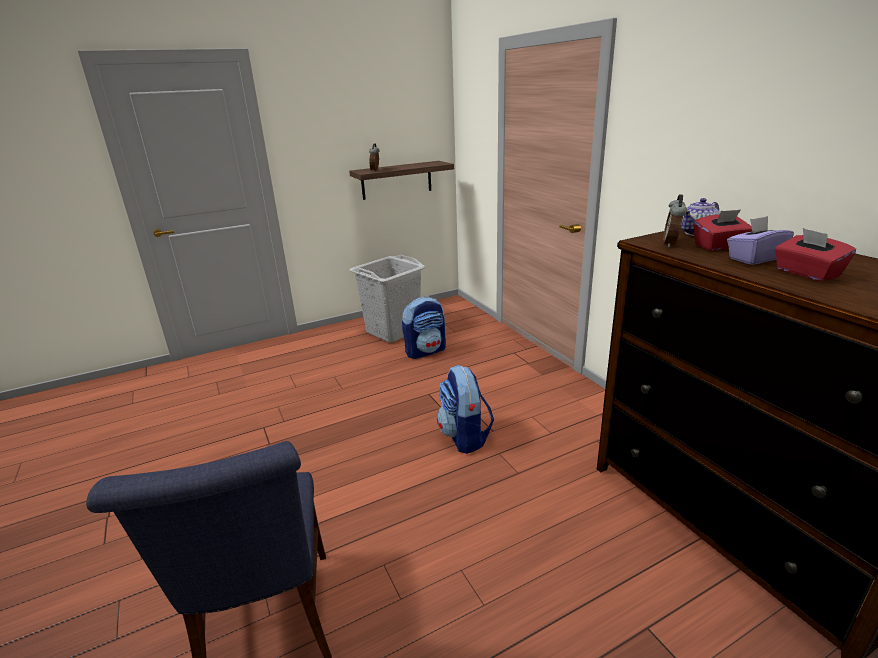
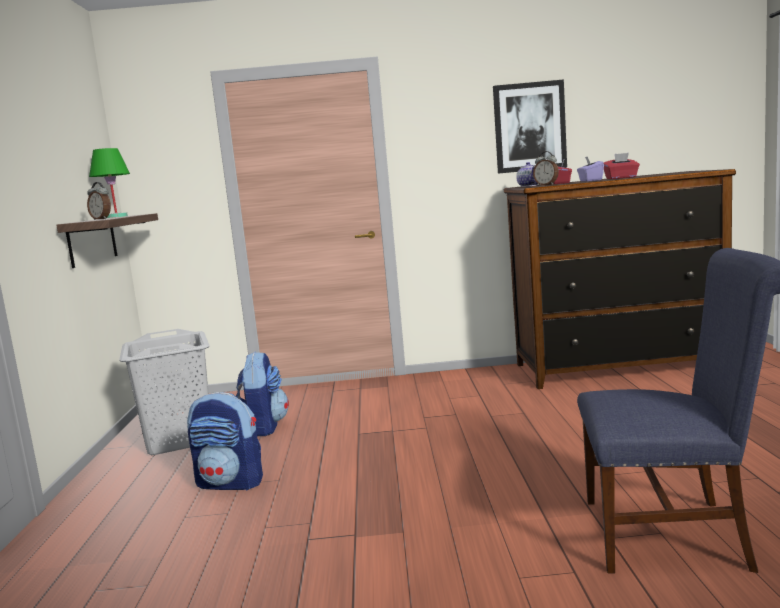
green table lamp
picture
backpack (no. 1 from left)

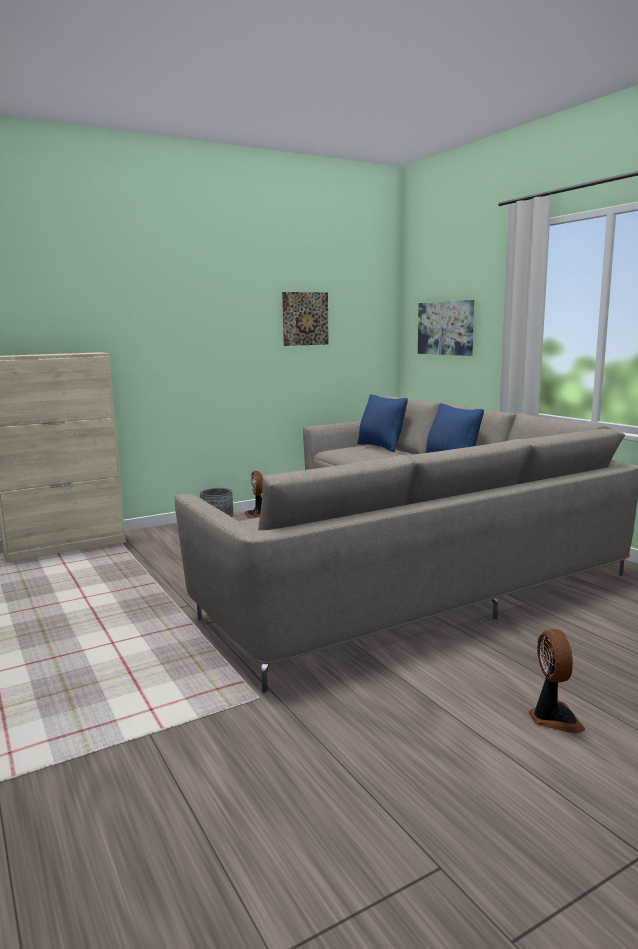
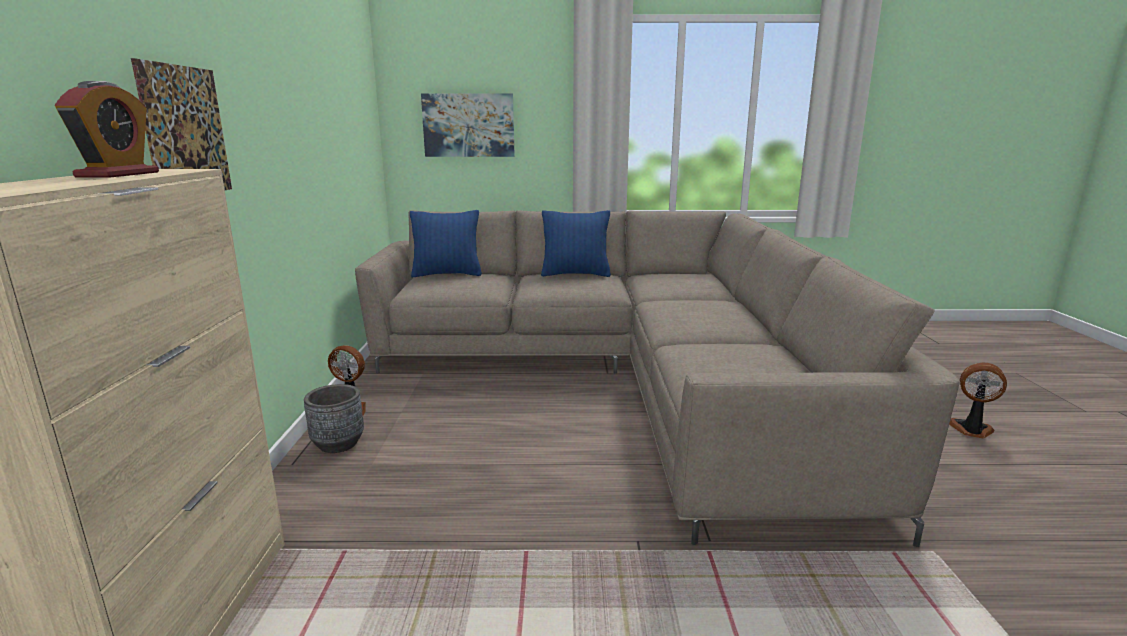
alarm clock
picture (no. 1 from left)

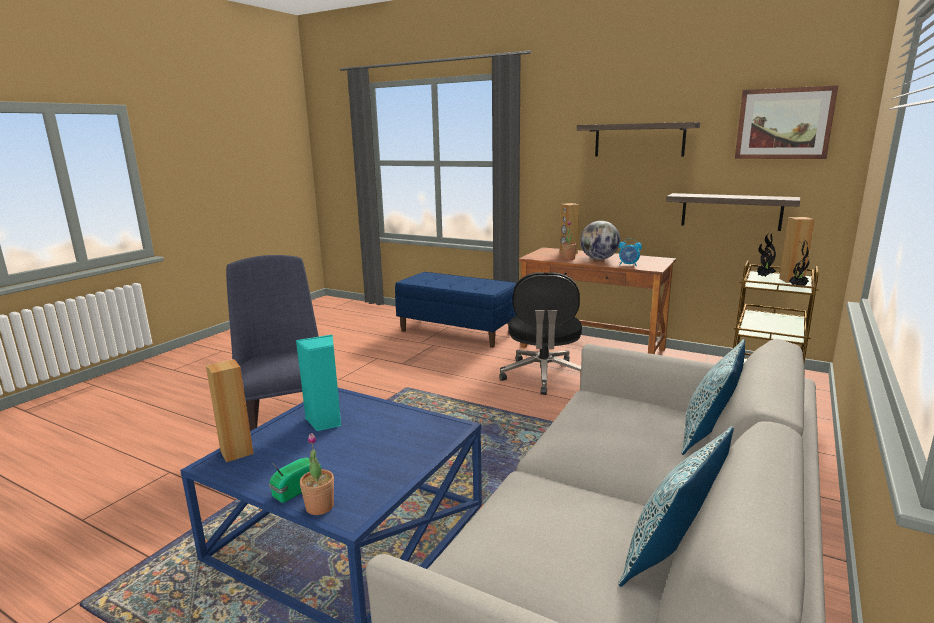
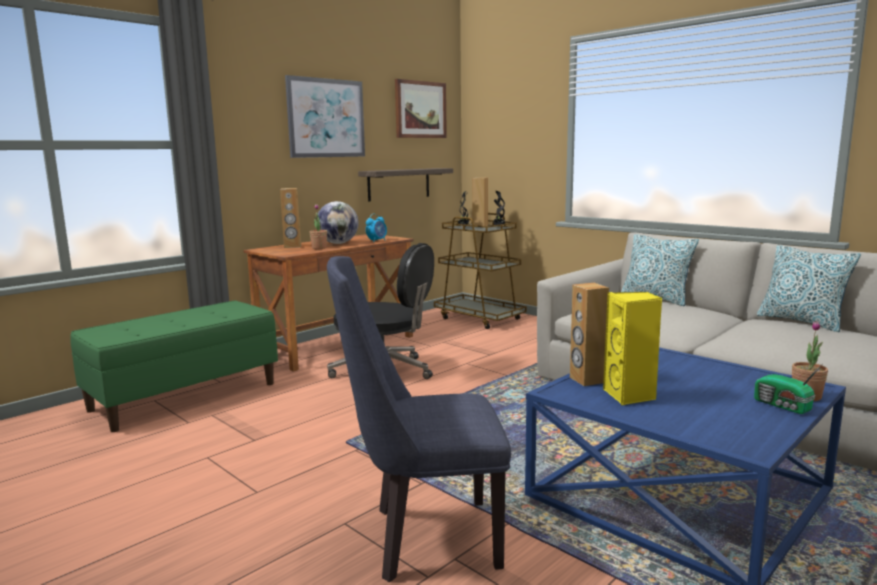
brown speaker (no. 3 from left)
picture (no. 1 from left)
yellow speaker
green bench

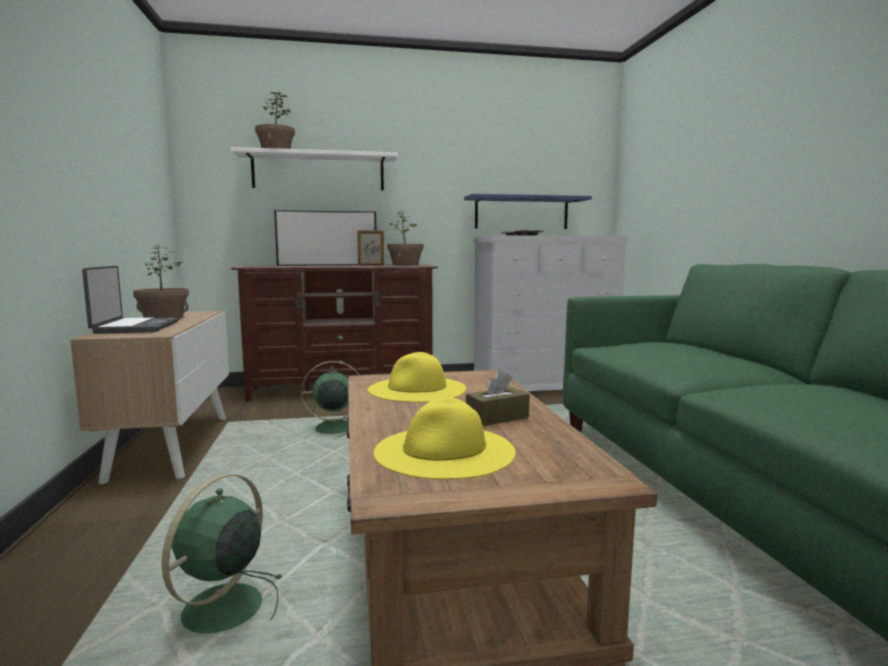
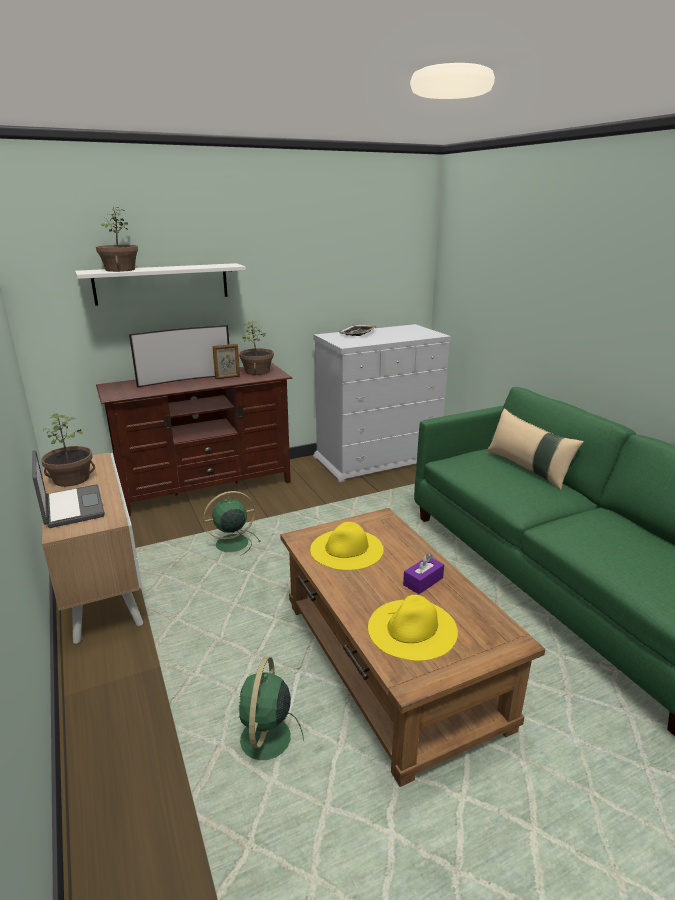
blue shelf
beige pillow
purple tissue box

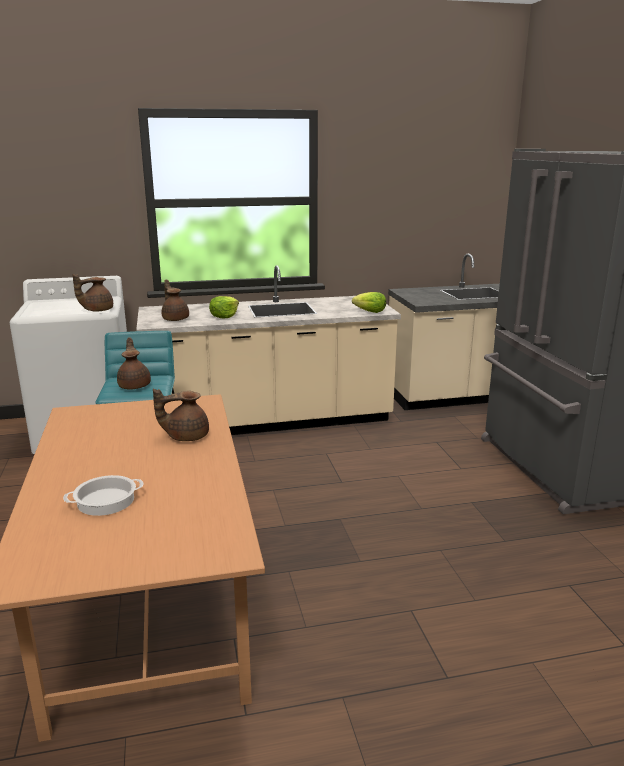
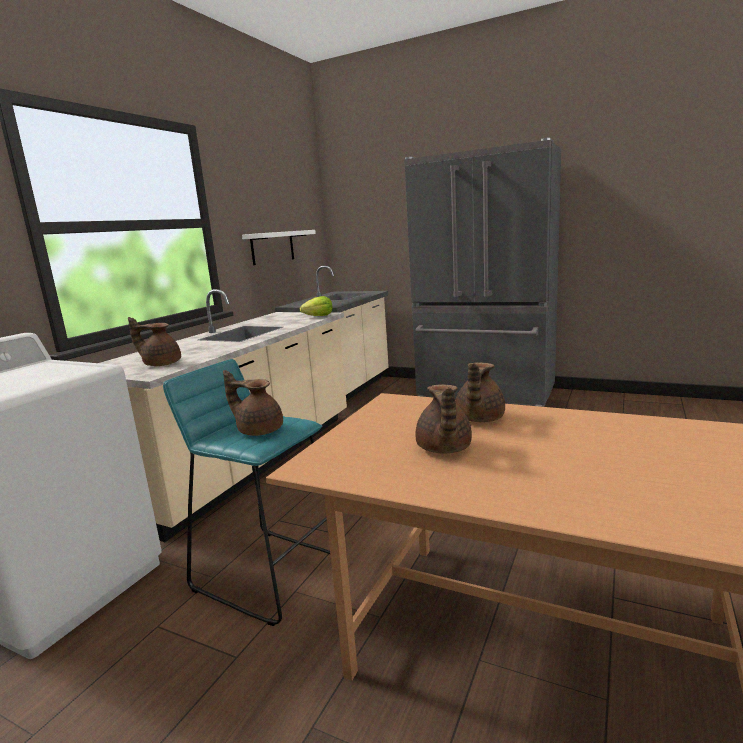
cooking pot
lettuce (no. 1 from left in the first image)
white shelf
brown teapot (no. 3 from left)

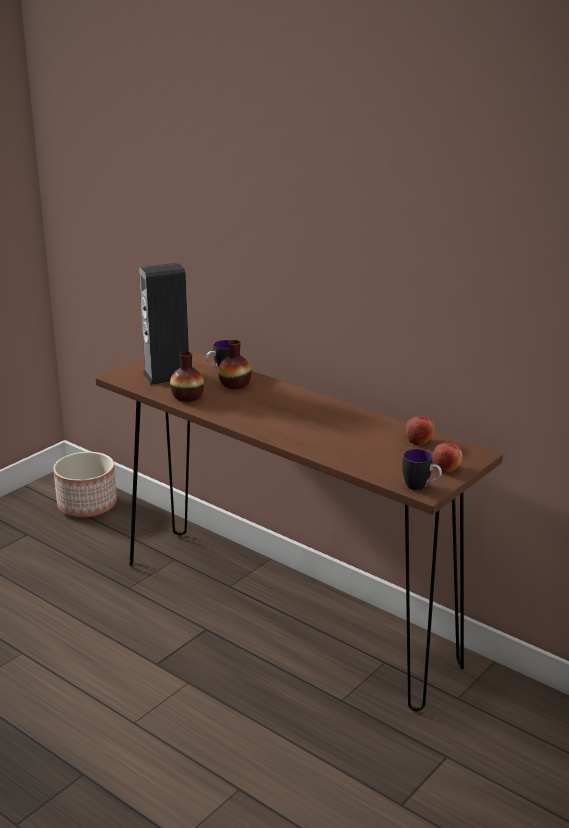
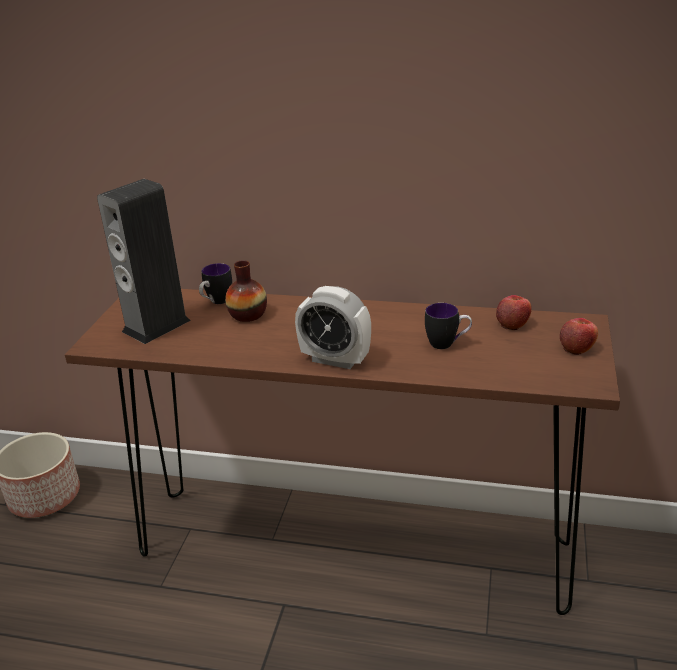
vase (no. 1 from left in the first image)
alarm clock
mug (no. 2 from left)

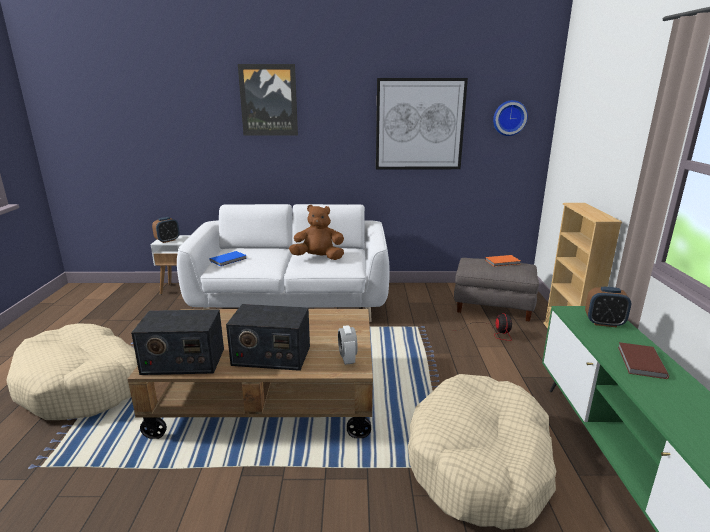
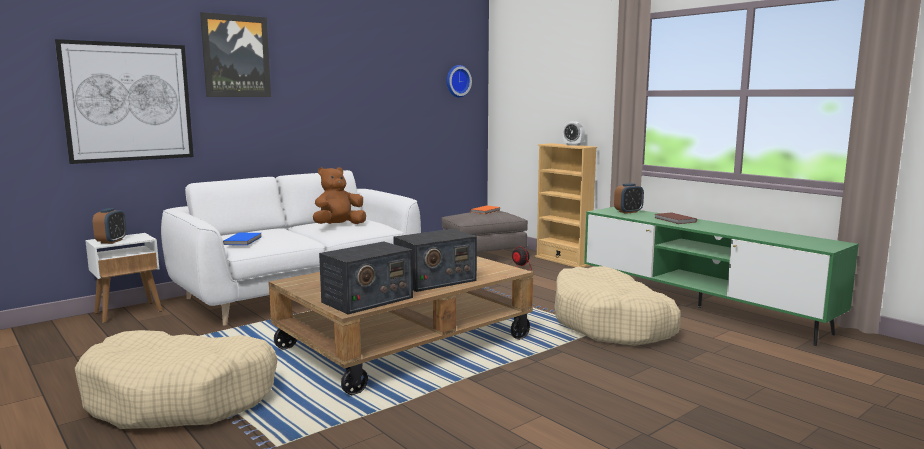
alarm clock (no. 2 from left)
picture (no. 1 from left)

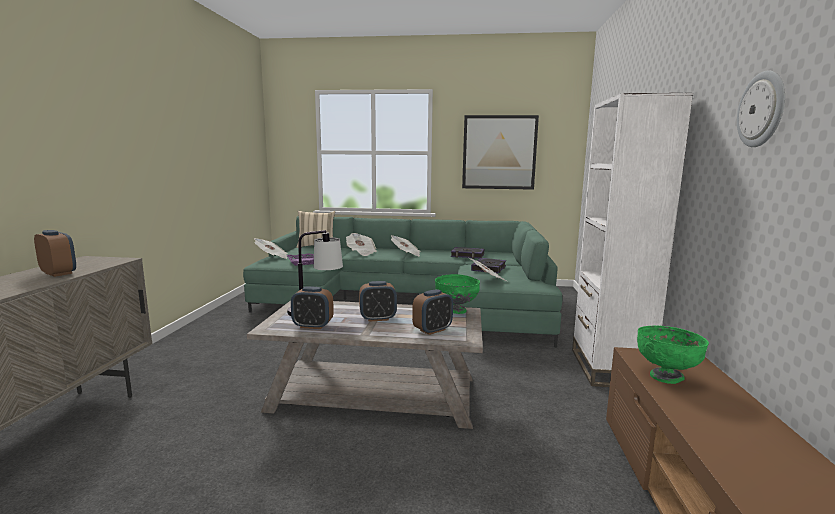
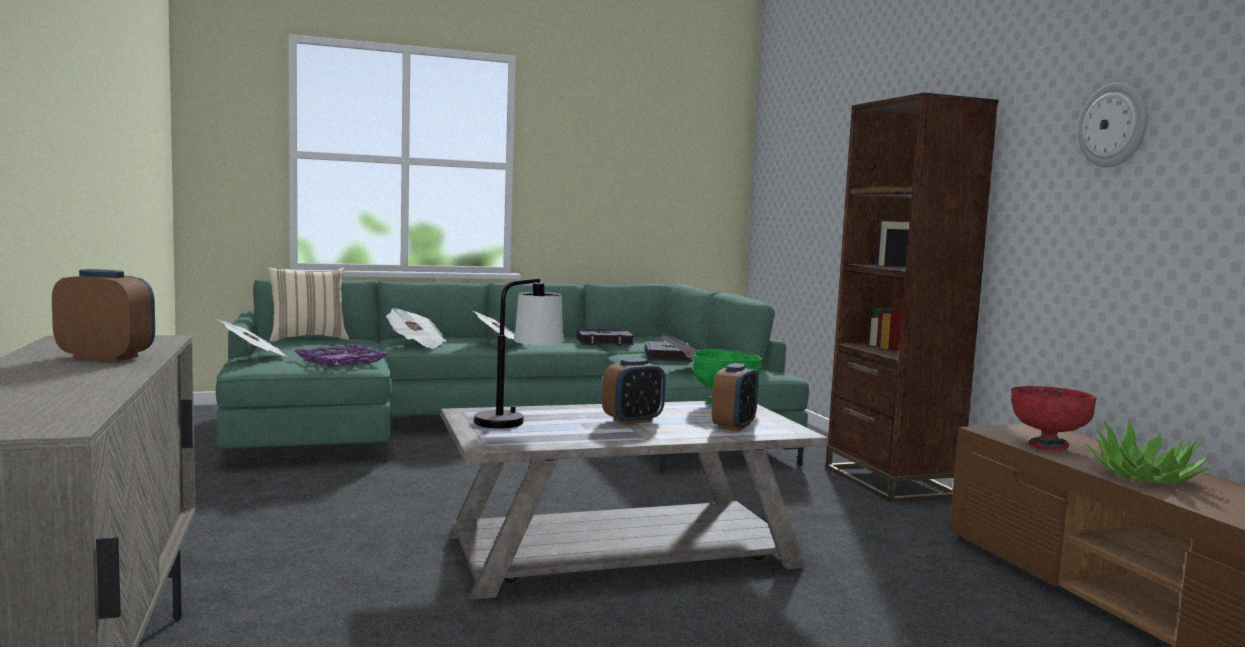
alarm clock (no. 2 from left in the first image)
picture
potted plant
brown bookcase
red bowl

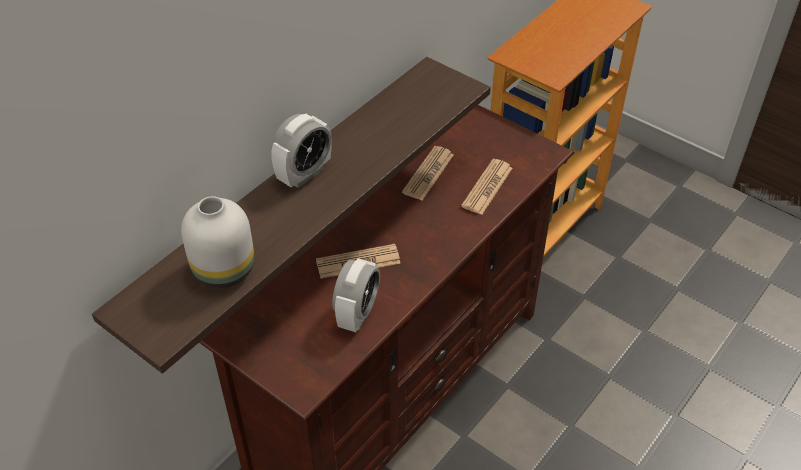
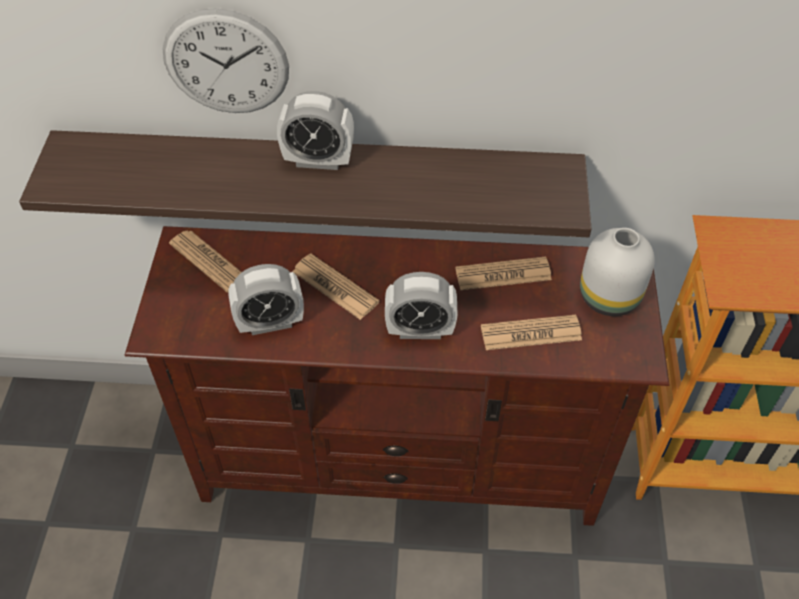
wall clock
newspaper (no. 1 from left)
alarm clock (no. 3 from left)
white vase

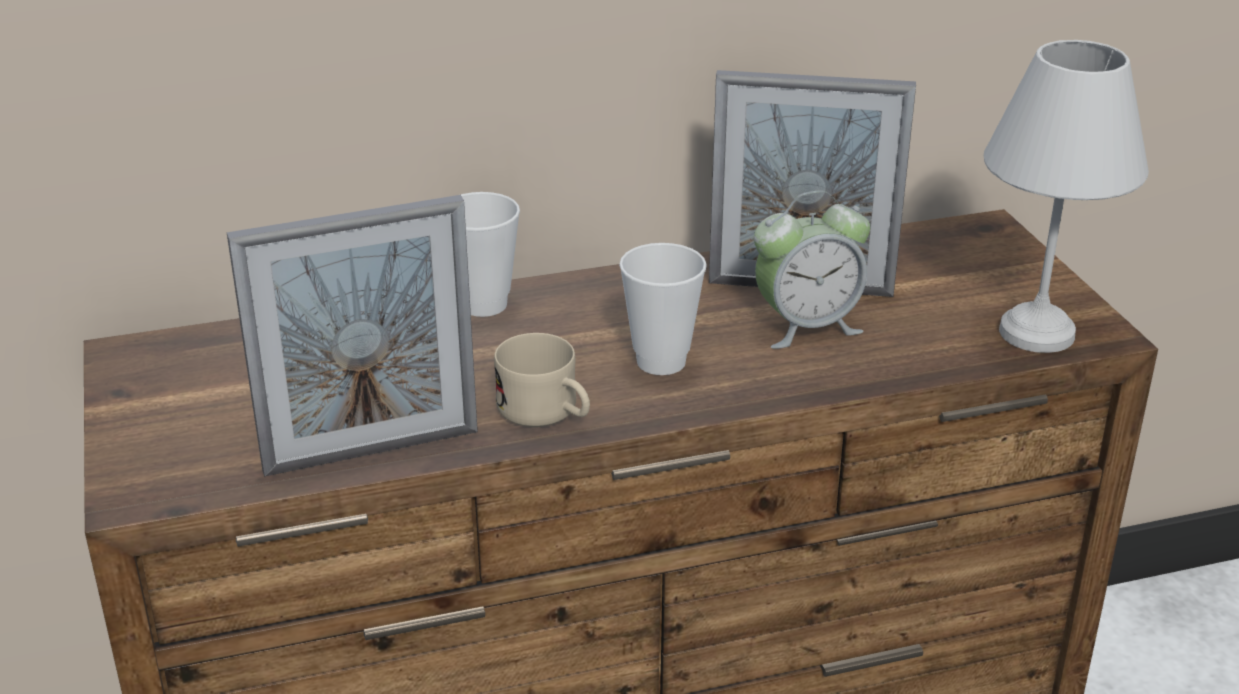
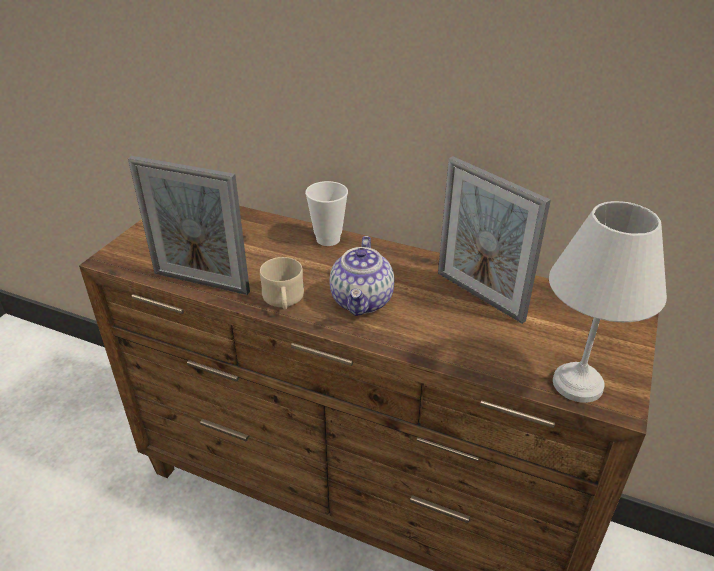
alarm clock
teapot

